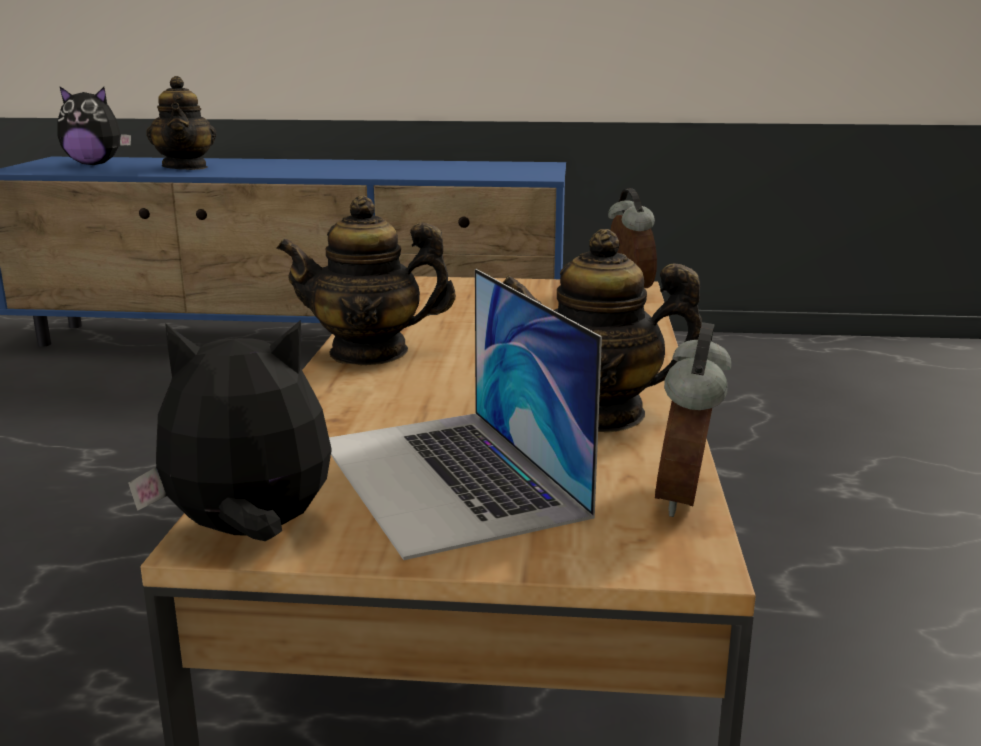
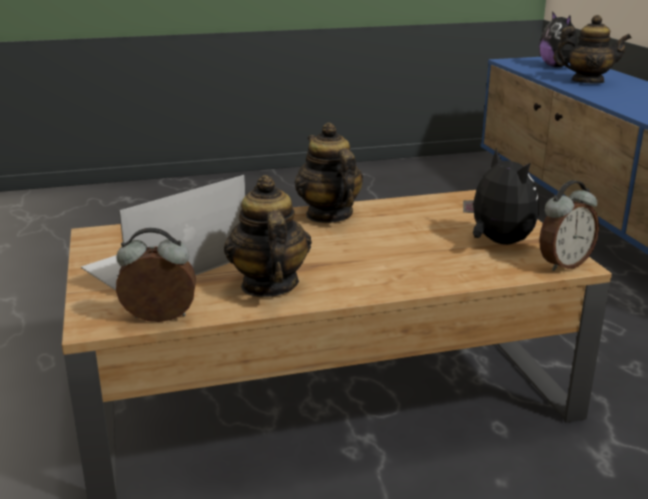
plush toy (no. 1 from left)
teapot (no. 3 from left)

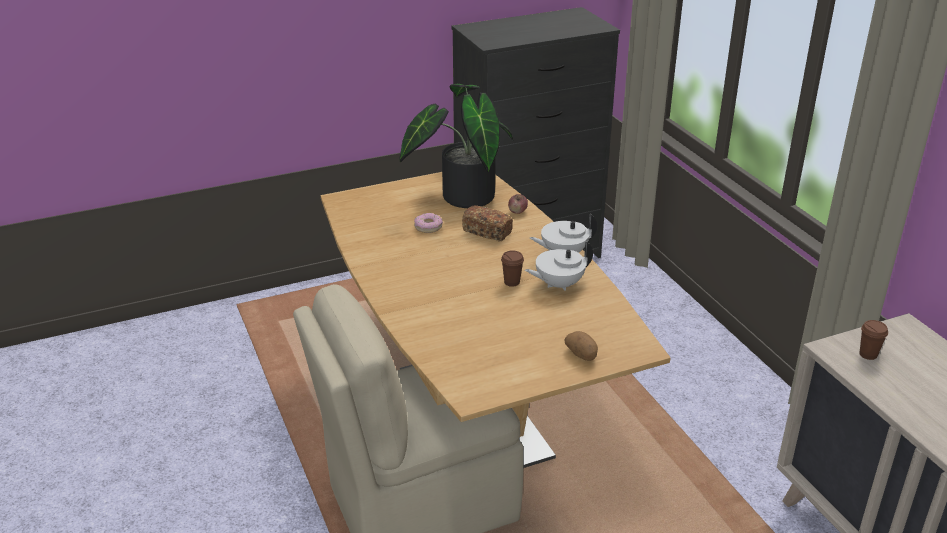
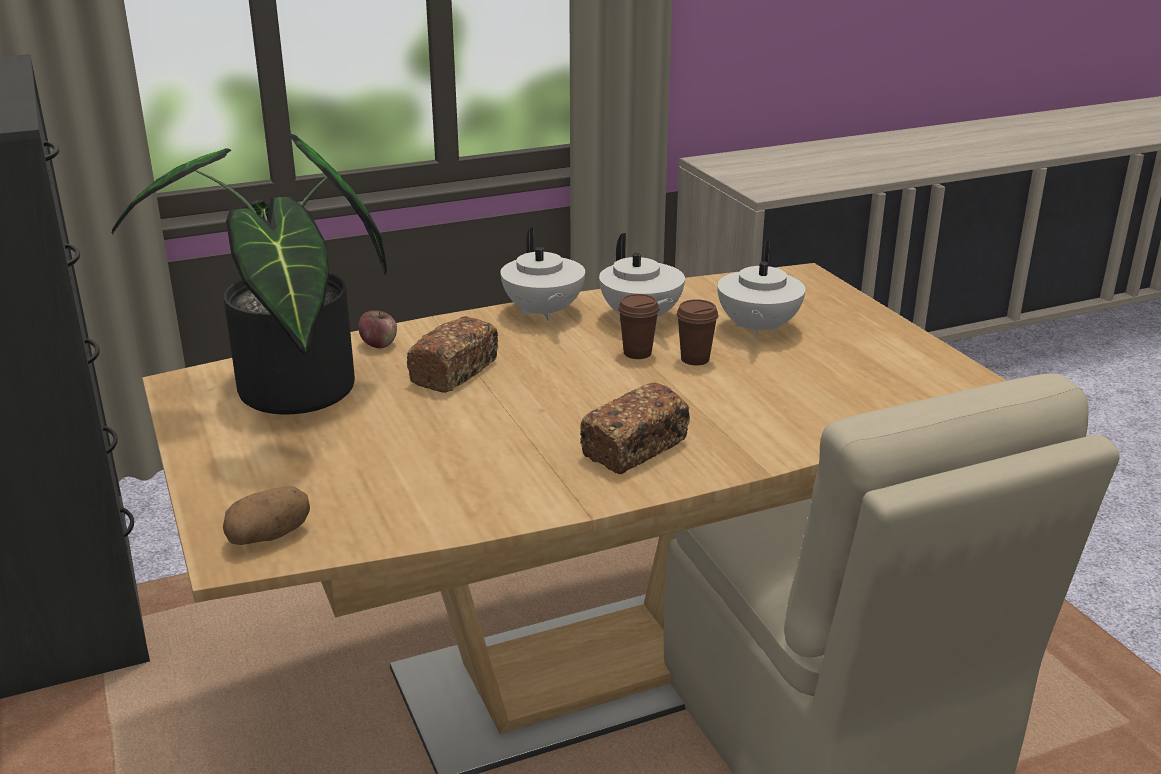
donut
bread (no. 2 from left)
white teapot (no. 3 from left)
potato
brown cup (no. 2 from left)

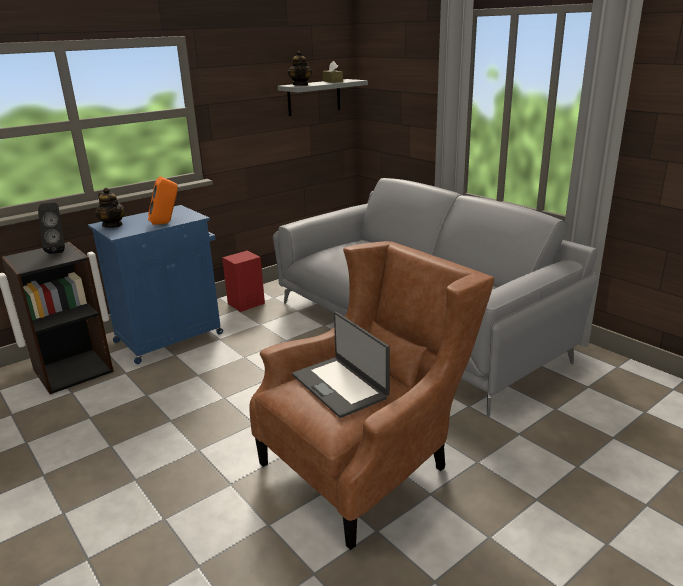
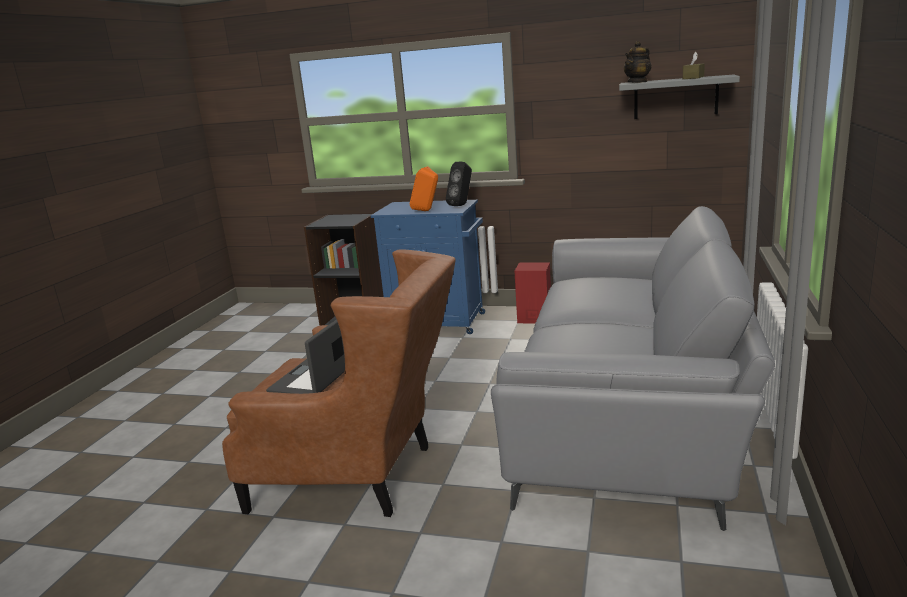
teapot (no. 1 from left in the first image)
black speaker

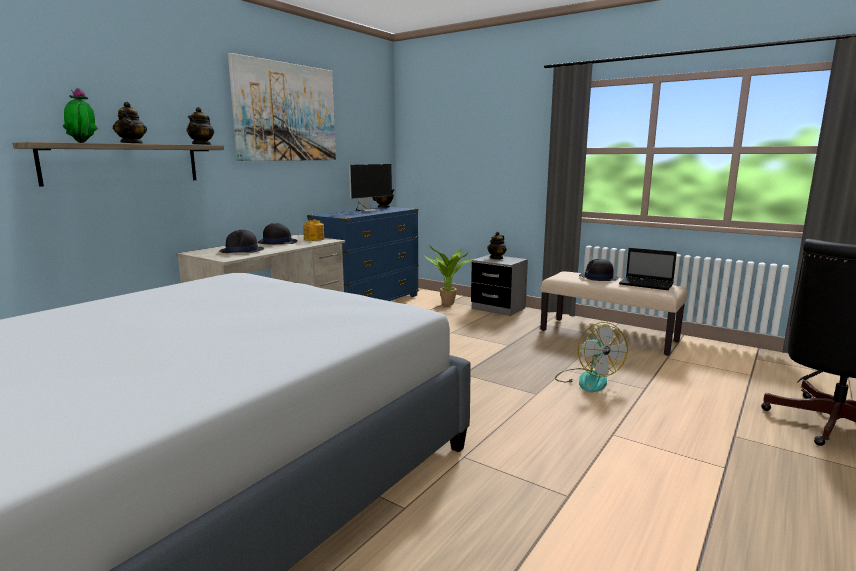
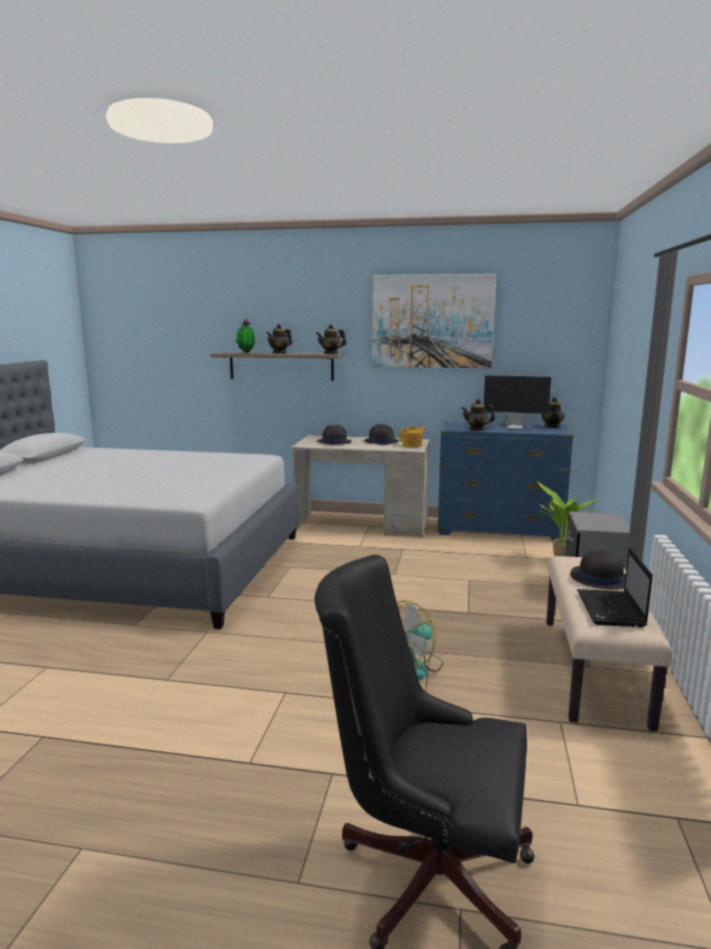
teapot (no. 4 from left)

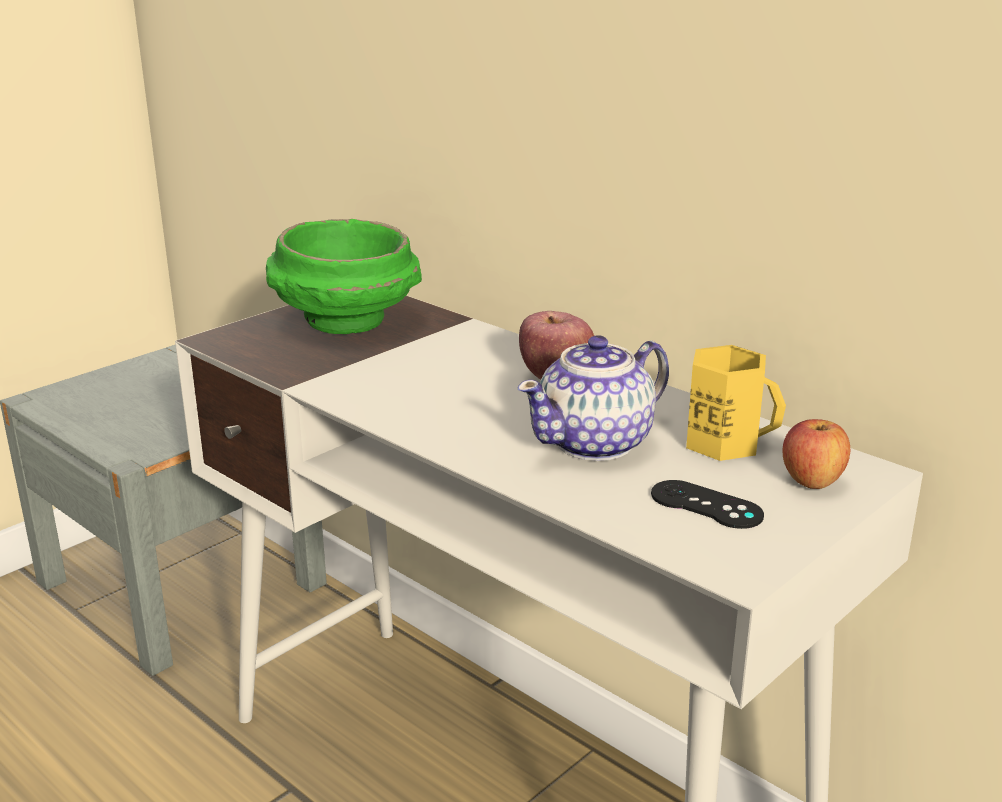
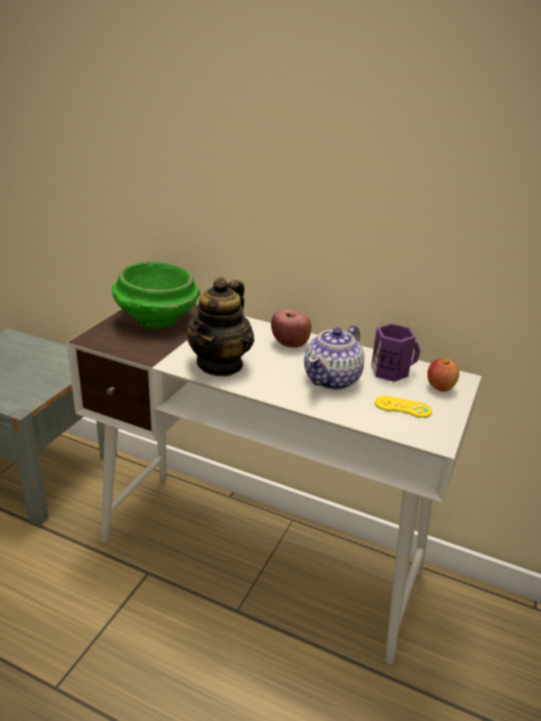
teapot (no. 1 from left)
yellow game controller
purple mug

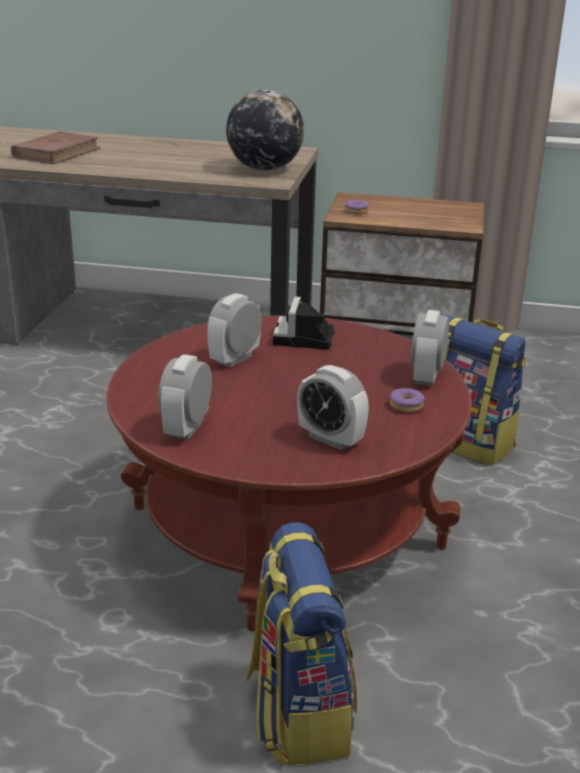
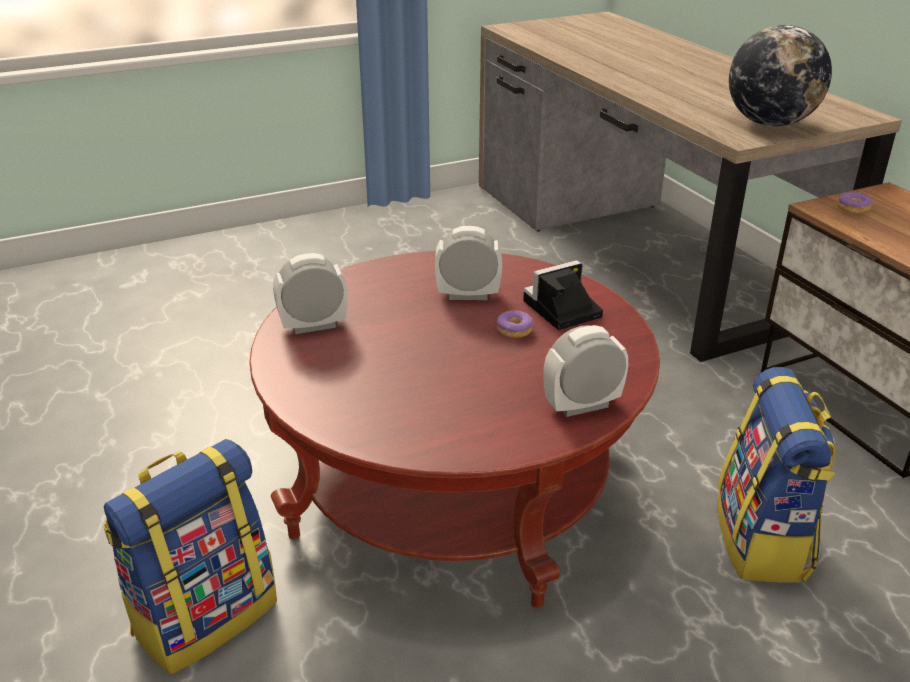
brown book
alarm clock (no. 3 from left in the first image)
donut (no. 1 from left)

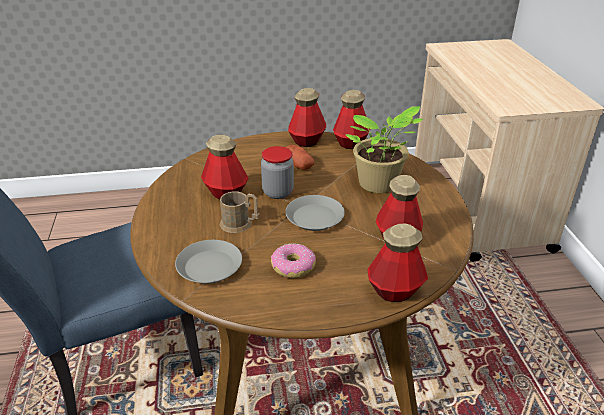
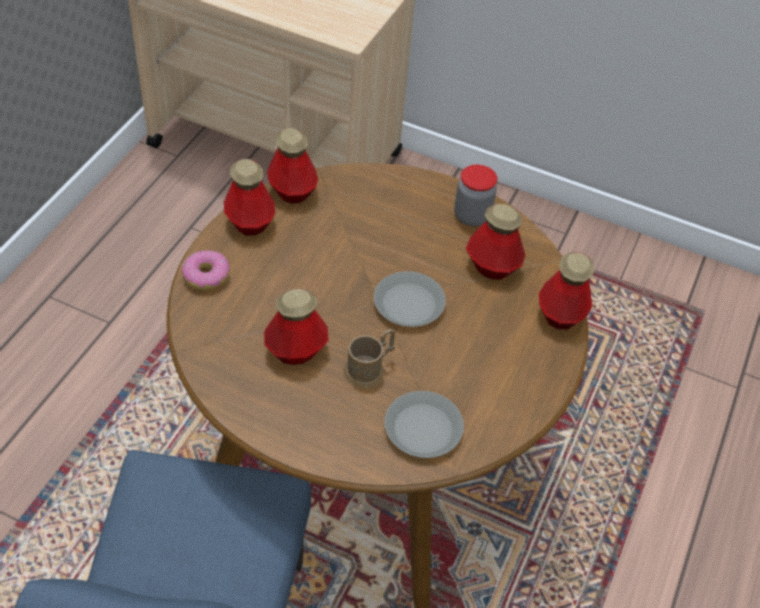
potato
potted plant
jar
donut

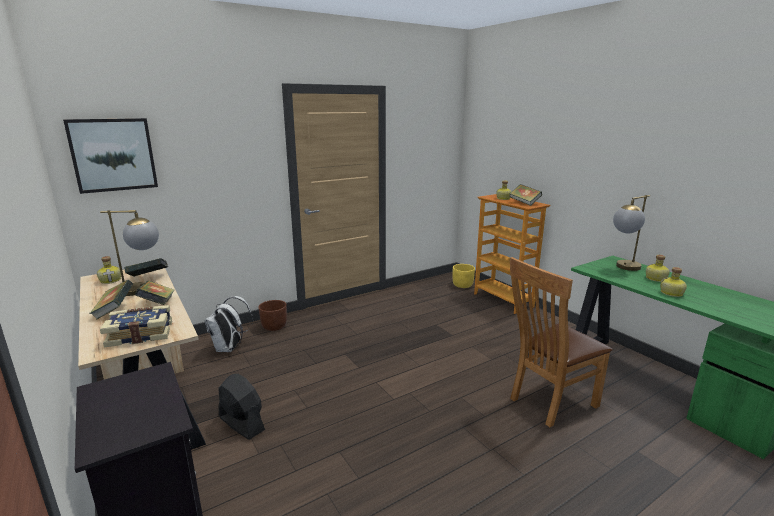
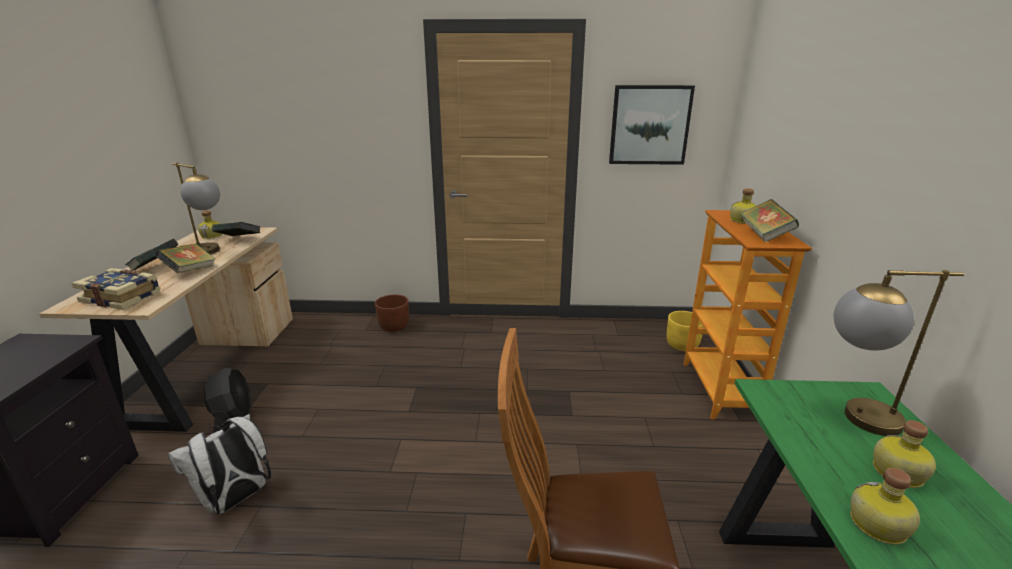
picture
white backpack

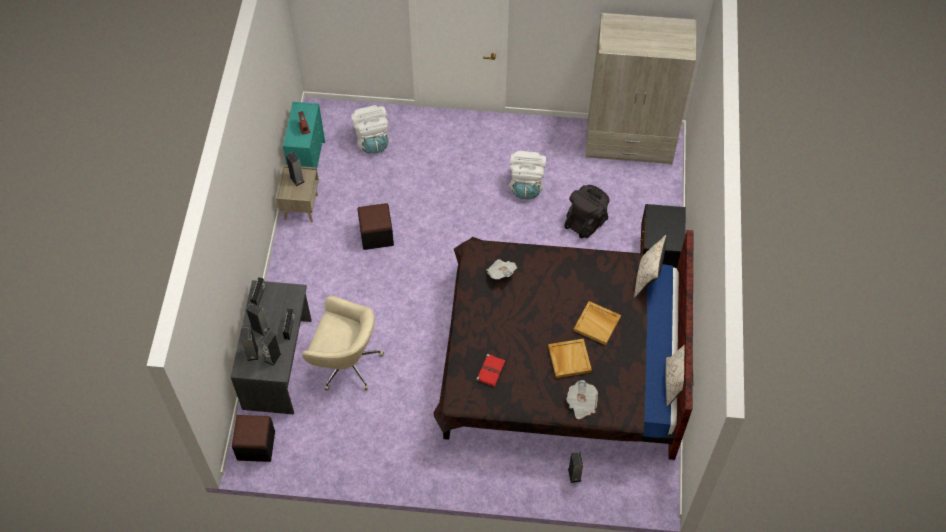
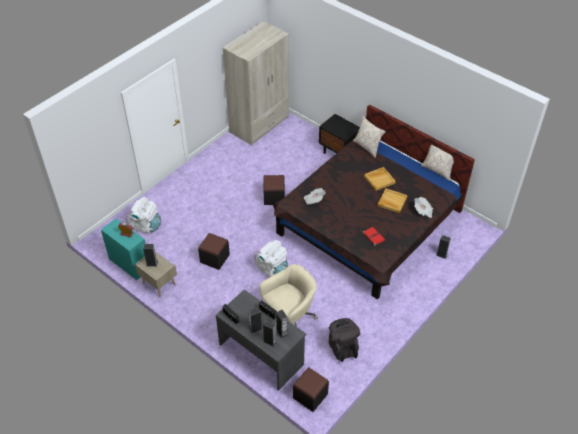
black ottoman (no. 2 from left)
white backpack (no. 2 from left)
black backpack

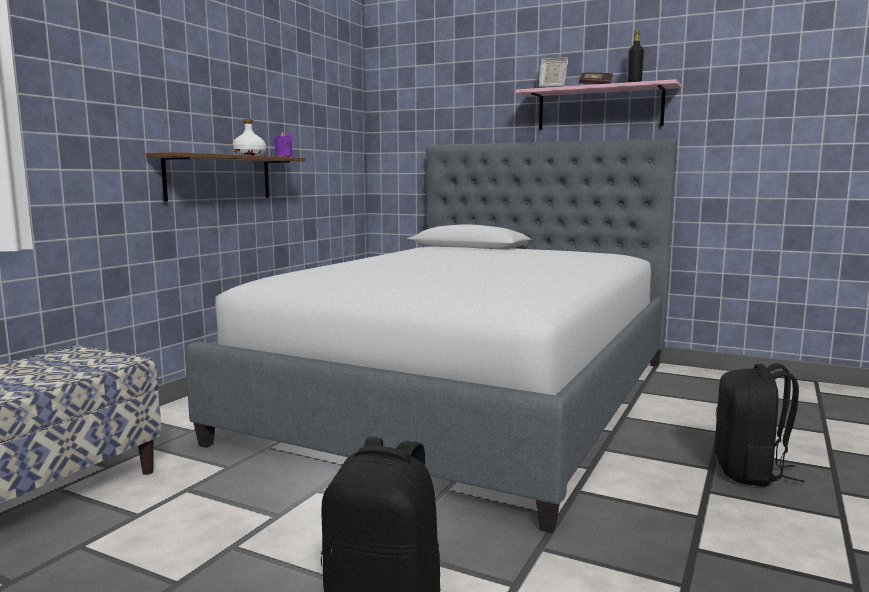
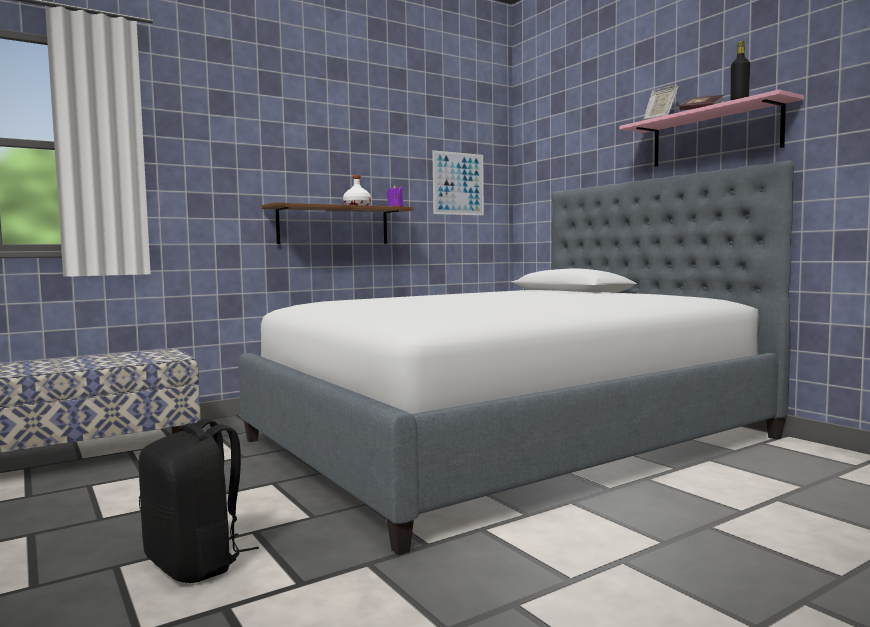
black backpack (no. 2 from left in the first image)
picture

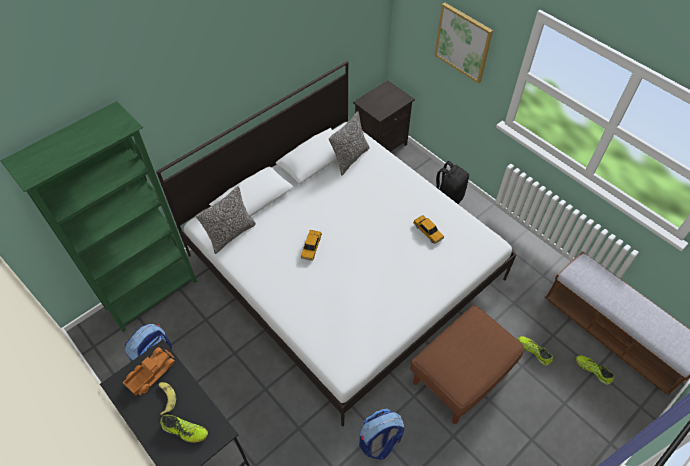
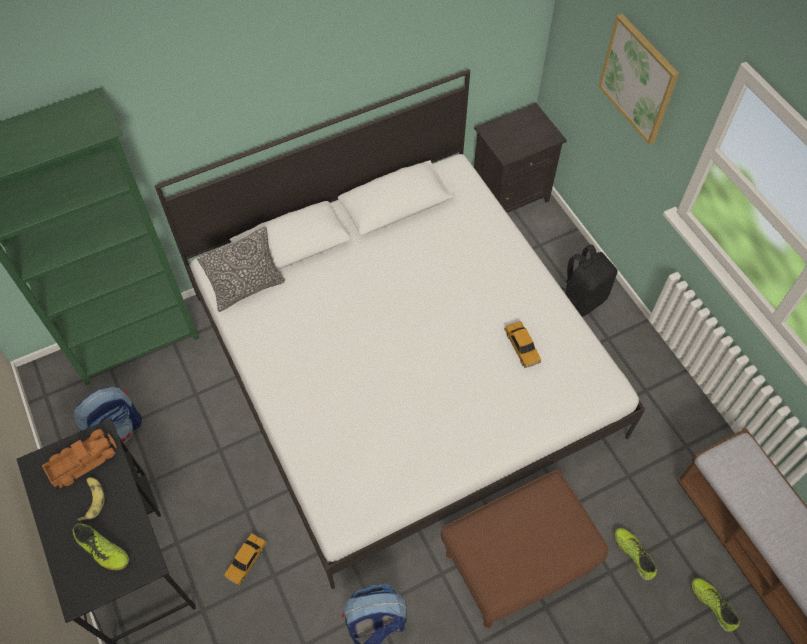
pillow (no. 2 from left in the first image)
toy car (no. 1 from left)

